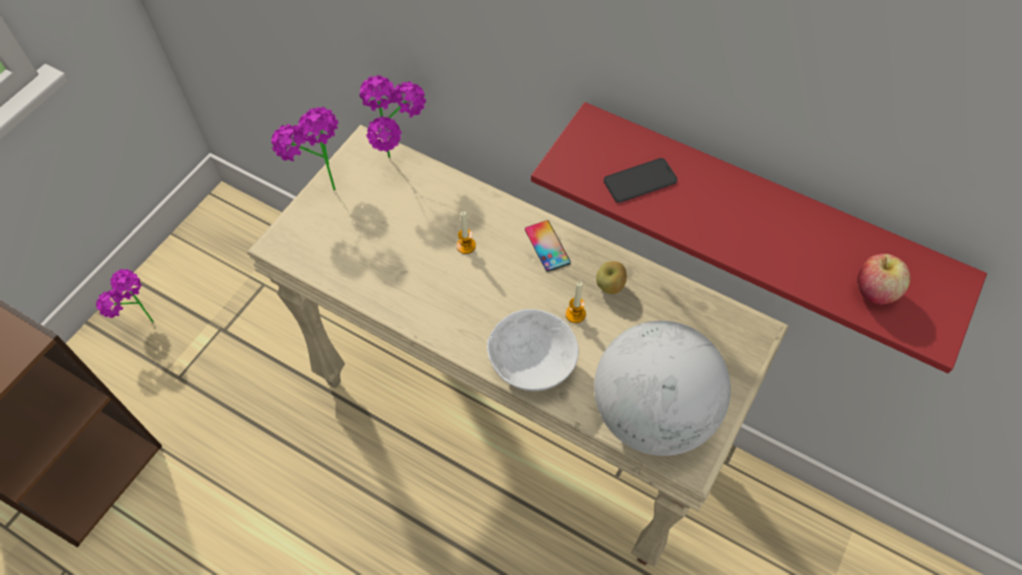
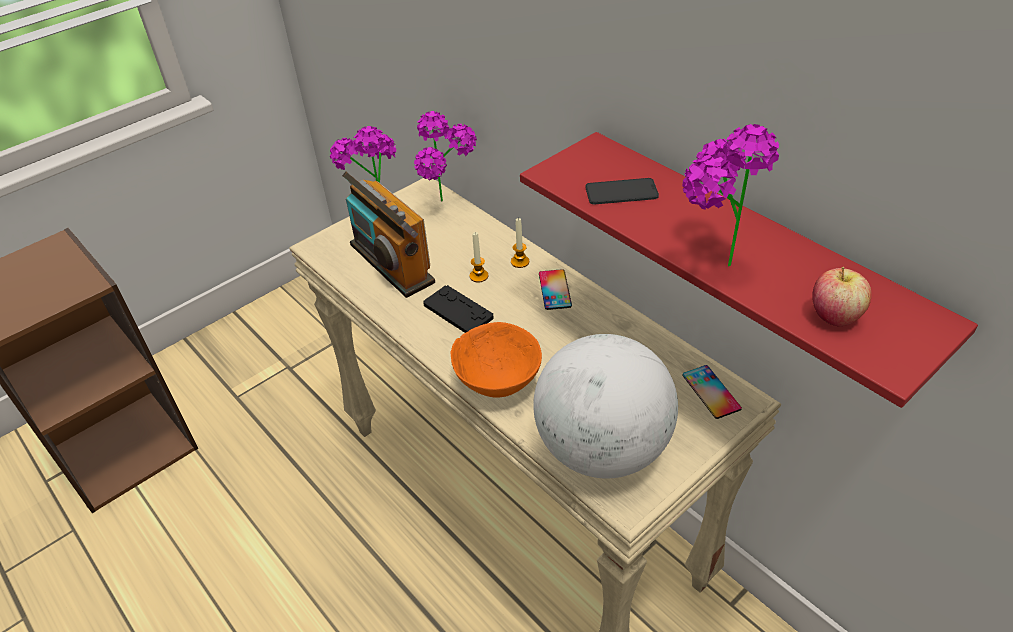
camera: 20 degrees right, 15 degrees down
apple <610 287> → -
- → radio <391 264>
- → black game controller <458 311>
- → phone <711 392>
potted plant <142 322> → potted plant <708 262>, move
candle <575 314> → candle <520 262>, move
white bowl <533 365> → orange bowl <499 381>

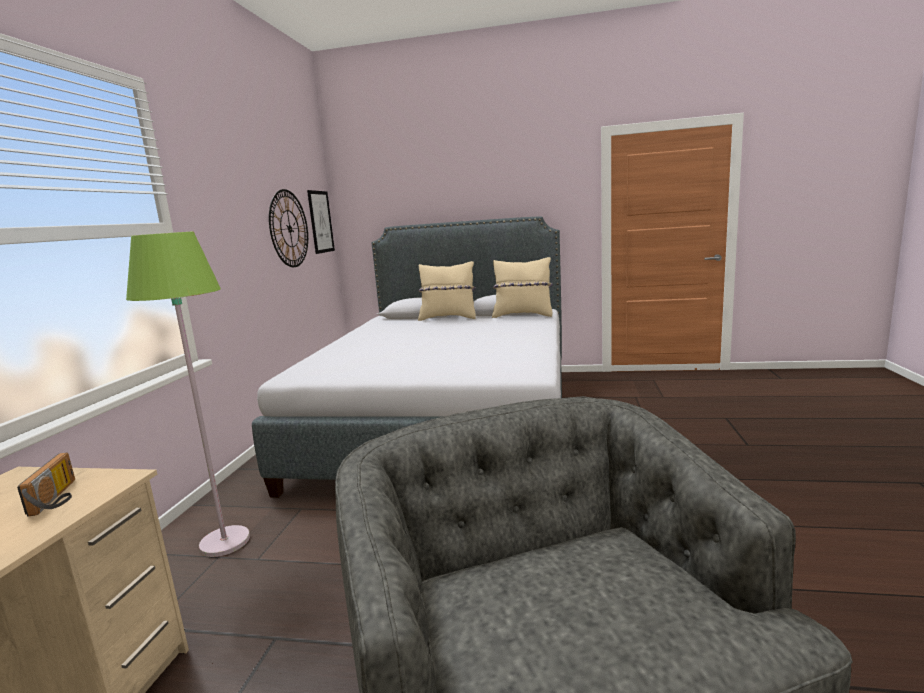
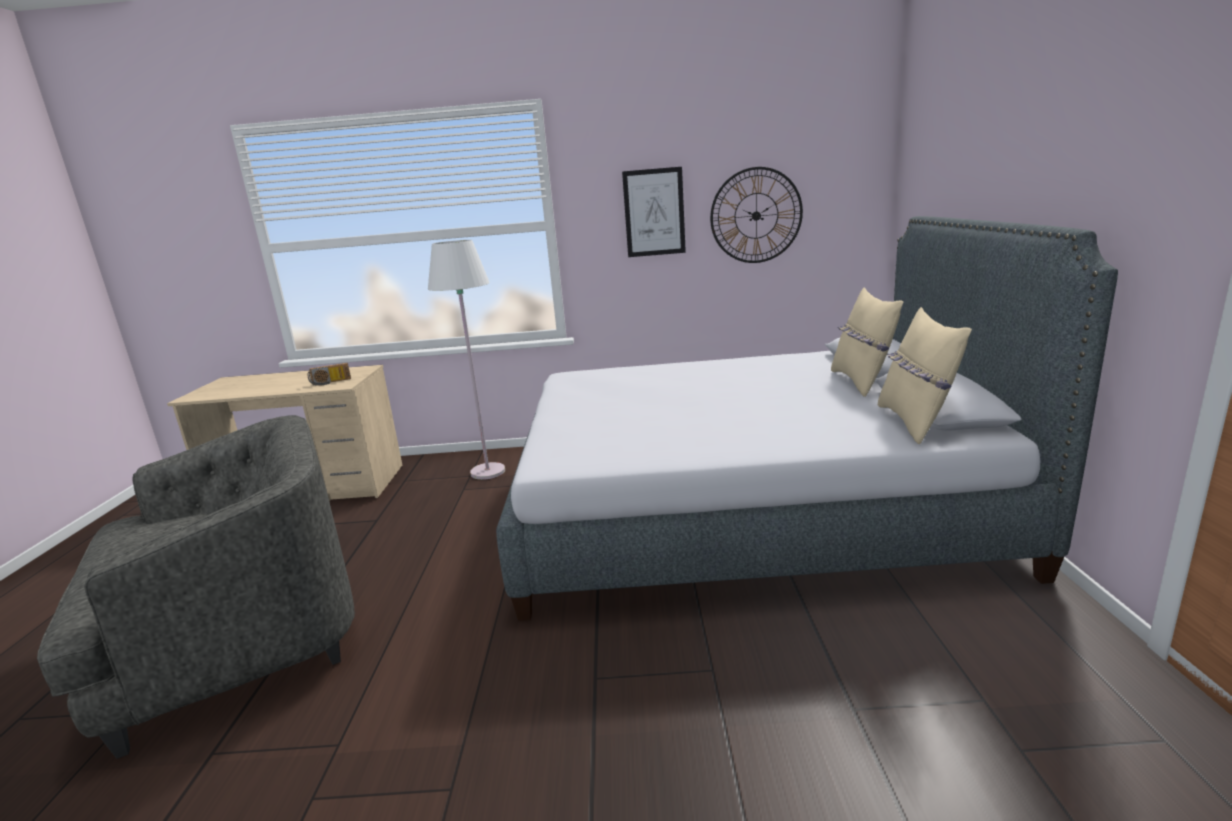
camera: 80 degrees right, 5 degrees up
picture <321 222> → picture <654 212>, move
green floor lamp <225 542> → white floor lamp <488 472>

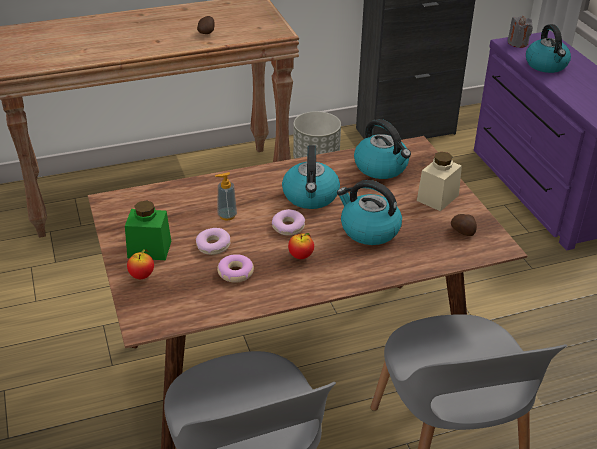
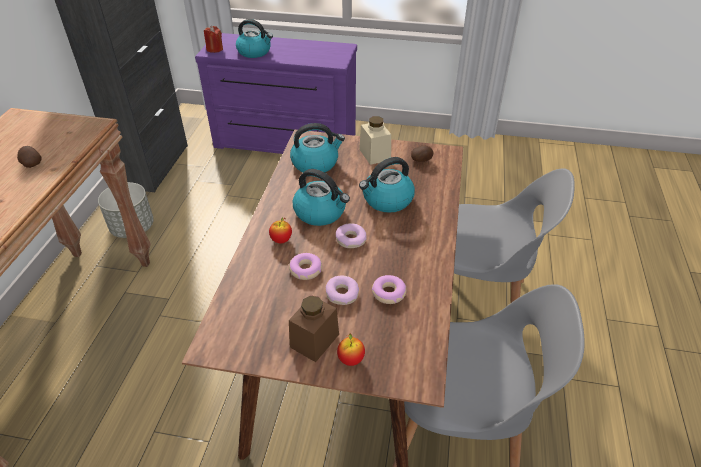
camera: 60 degrees left, 5 degrees up
apple <301 256> → apple <281 240>, move
soap dispenser <227 215> → donut <305 270>
green jar <149 249> → brown jar <314 340>
grey candle <517 43> → red candle <214 49>

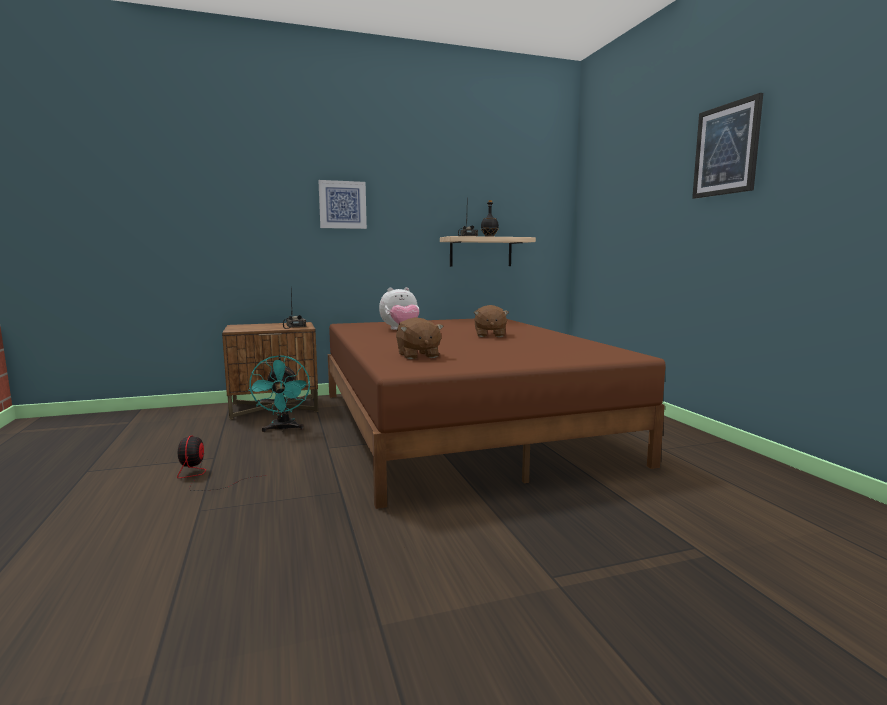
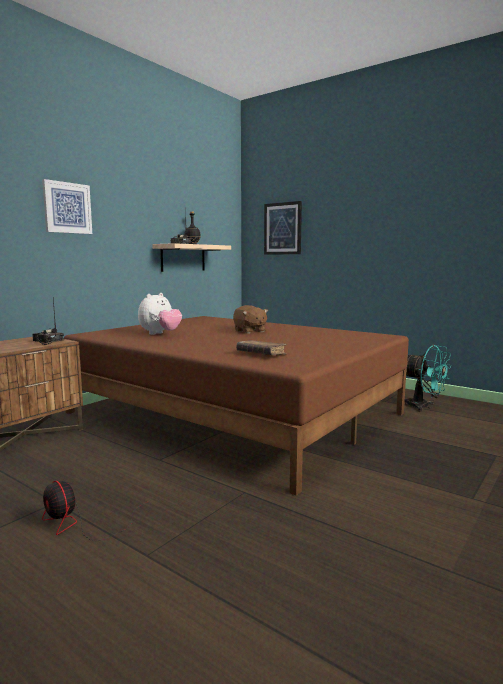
camera: 35 degrees left, 0 degrees up
turquoise fan <283 429> → turquoise fan <423 407>, move
picture <726 149> → picture <282 228>, move
brown plush toy <417 356> → brown book <261 354>

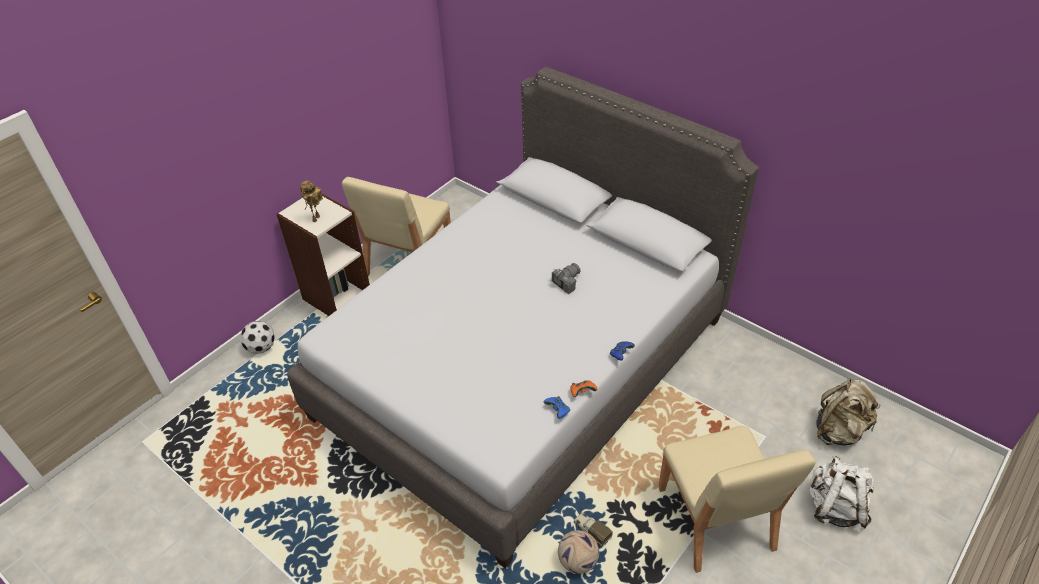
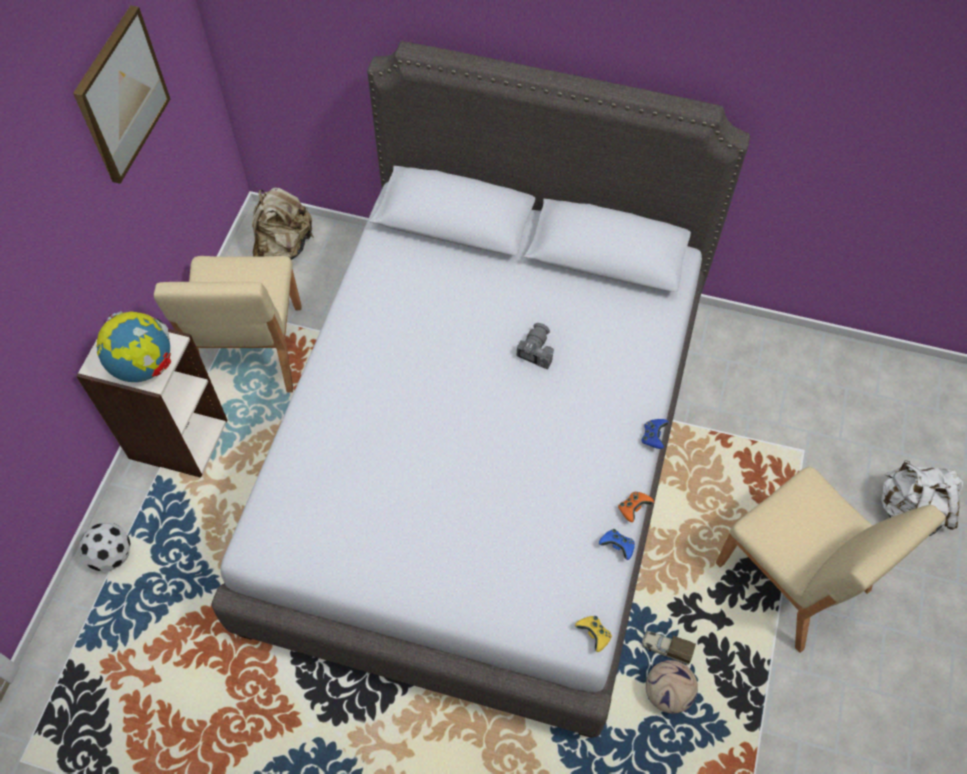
camera: 25 degrees left, 15 degrees up
- → picture <121 95>
- → yellow game controller <594 635>
beige backpack <839 430> → beige backpack <284 247>, move
toy robot <317 219> → globe <144 366>

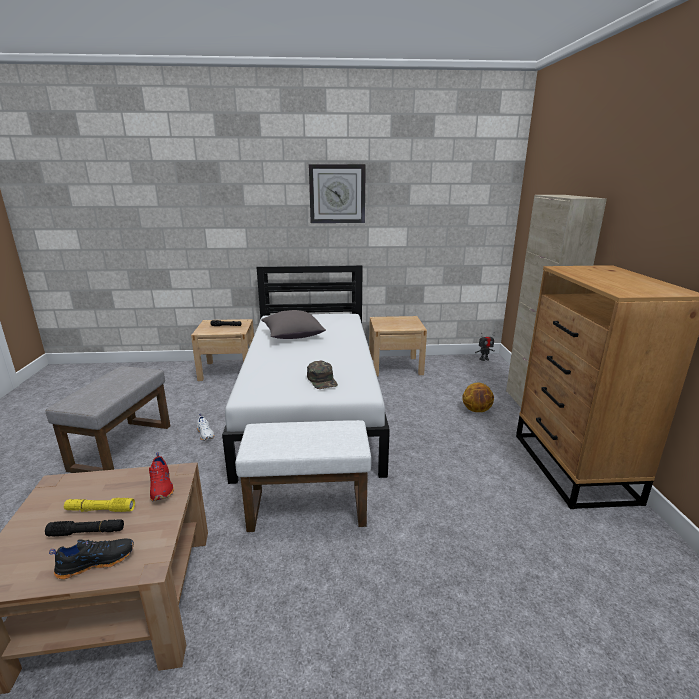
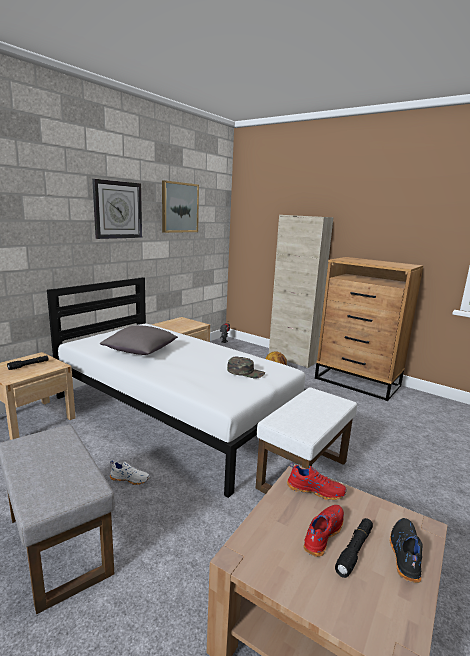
camera: 50 degrees left, 5 degrees down
- → picture <179 207>
yellow flashlight <100 510> → red shoe <322 534>

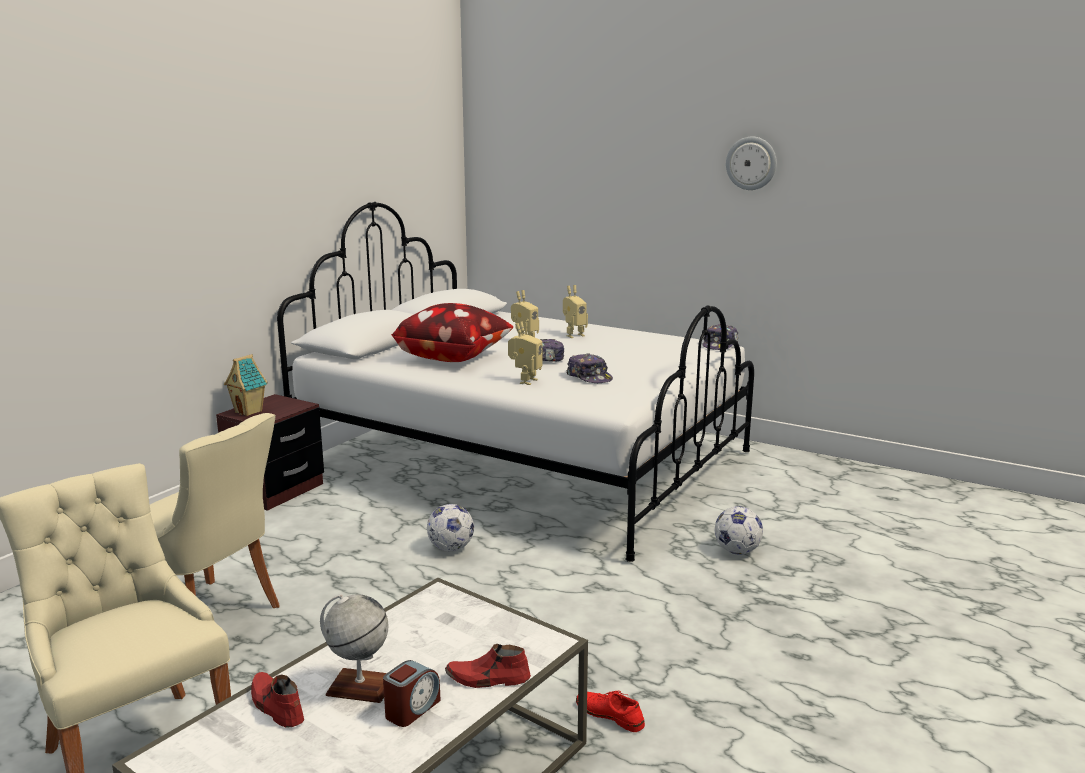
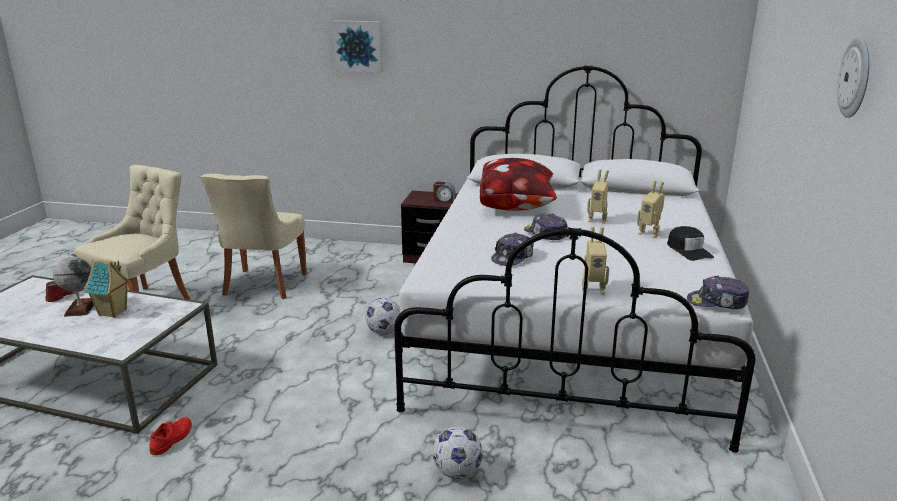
camera: 70 degrees right, 5 degrees up
red shoe <487 679> → -
- → picture <358 46>
- → black cap <688 250>
toy house <249 411> → toy house <113 312>, move
alarm clock <412 709> → alarm clock <444 200>, move
toy robot <525 381> → toy robot <592 289>, move

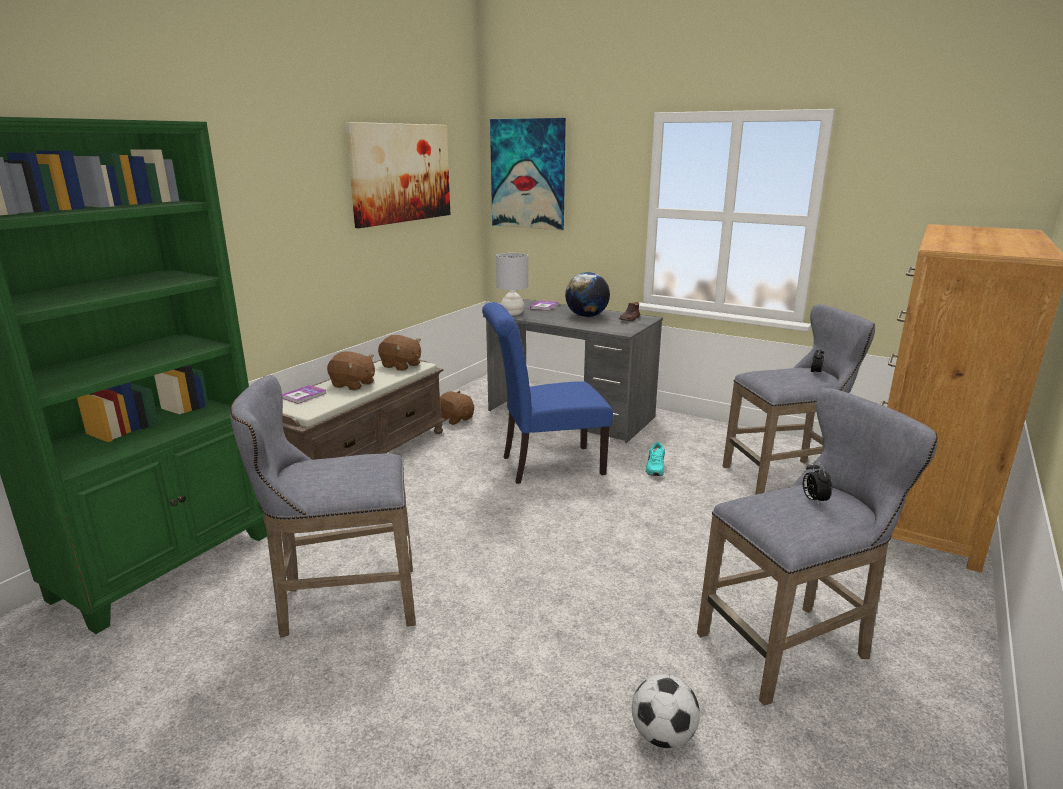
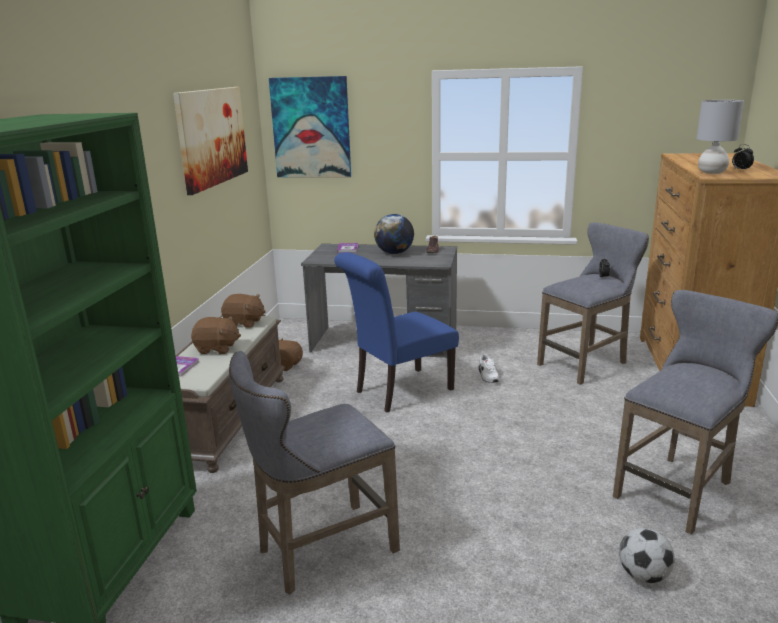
camera: 20 degrees left, 0 degrees up
grey table lamp <512 314> → grey table lamp <712 172>, move
alarm clock <813 500> → alarm clock <740 170>, move
turquoise shoe <654 468> → white shoe <487 376>

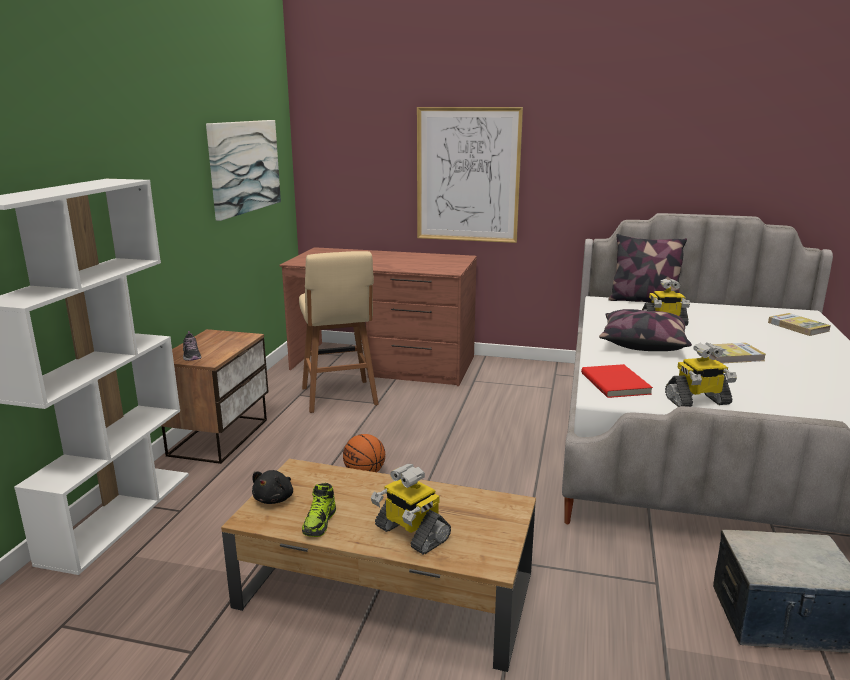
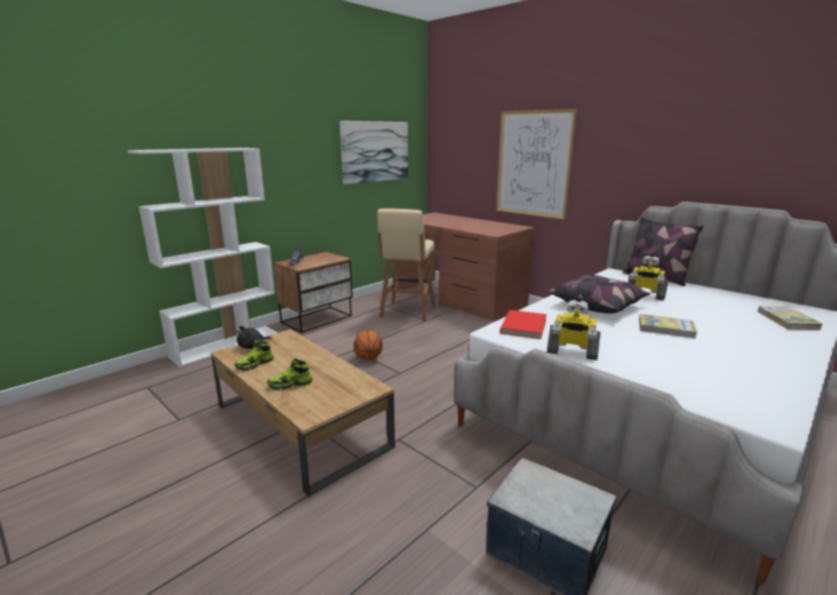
camera: 30 degrees right, 0 degrees up
toy robot <411 533> → shoe <290 385>

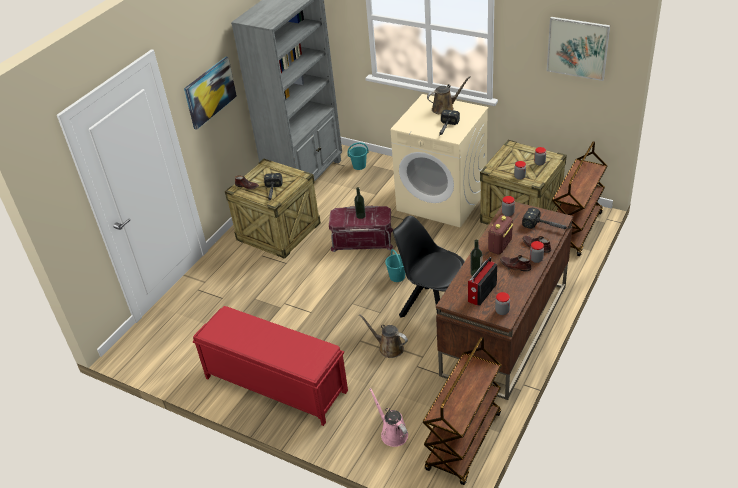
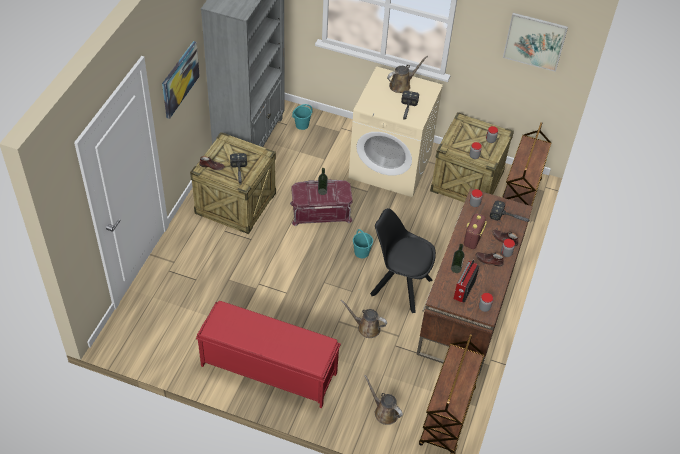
camera: 15 degrees left, 10 degrees up
pink watering can <392 433> → brown watering can <384 412>

